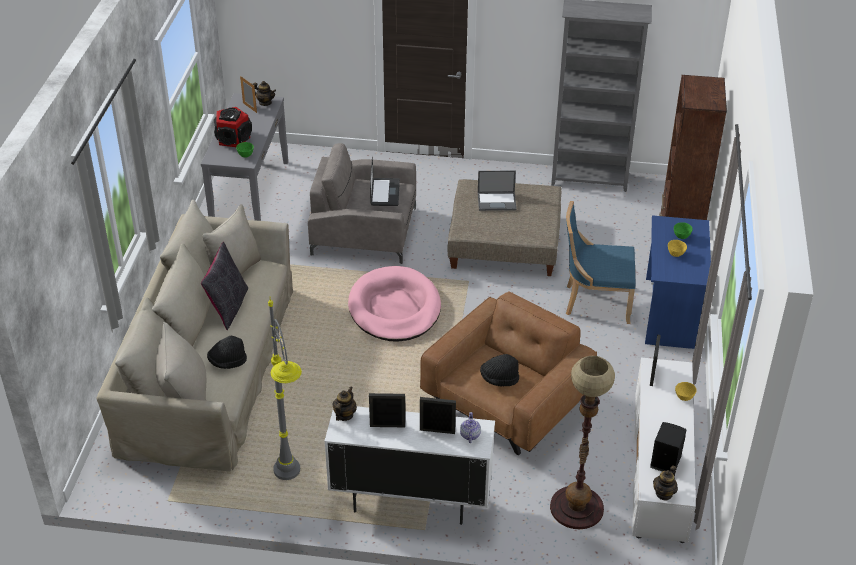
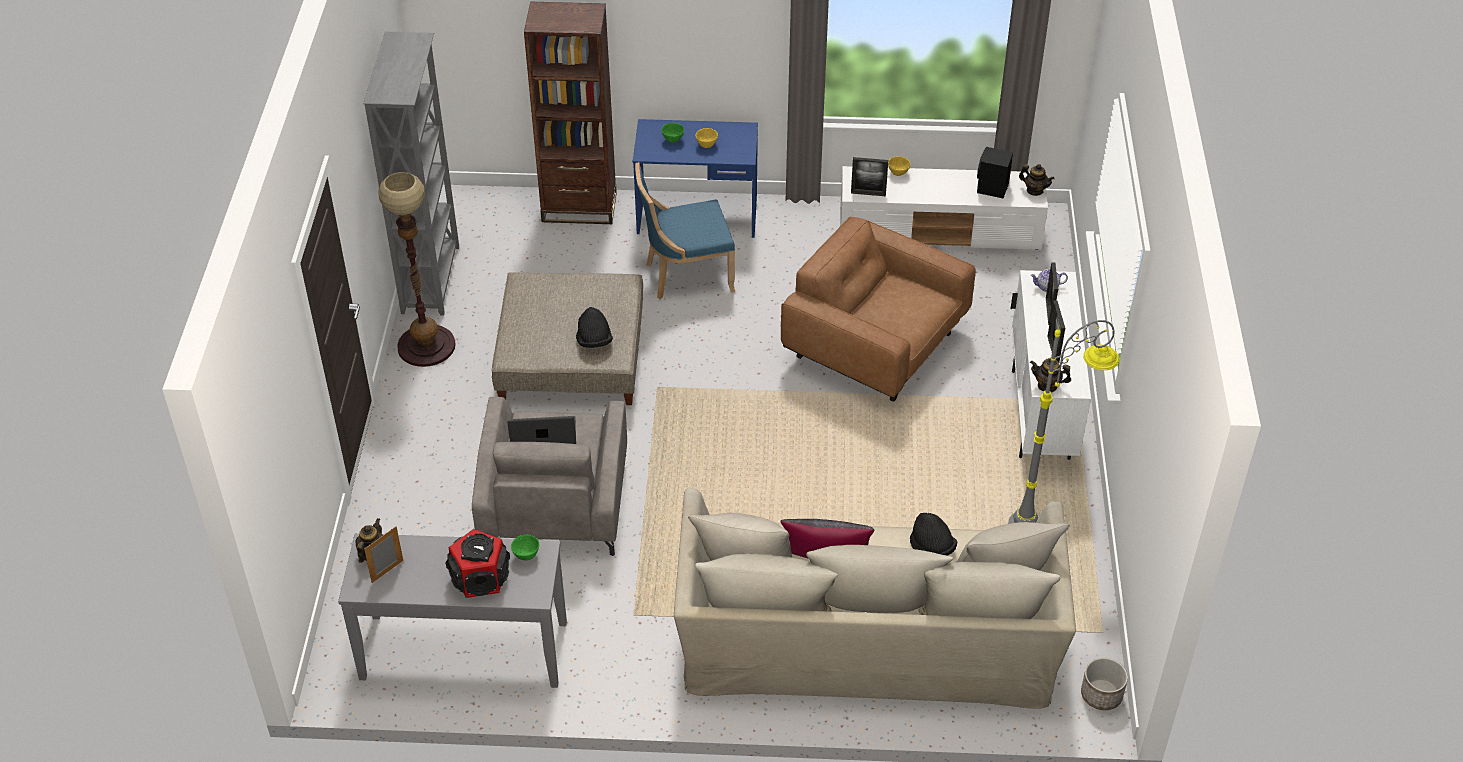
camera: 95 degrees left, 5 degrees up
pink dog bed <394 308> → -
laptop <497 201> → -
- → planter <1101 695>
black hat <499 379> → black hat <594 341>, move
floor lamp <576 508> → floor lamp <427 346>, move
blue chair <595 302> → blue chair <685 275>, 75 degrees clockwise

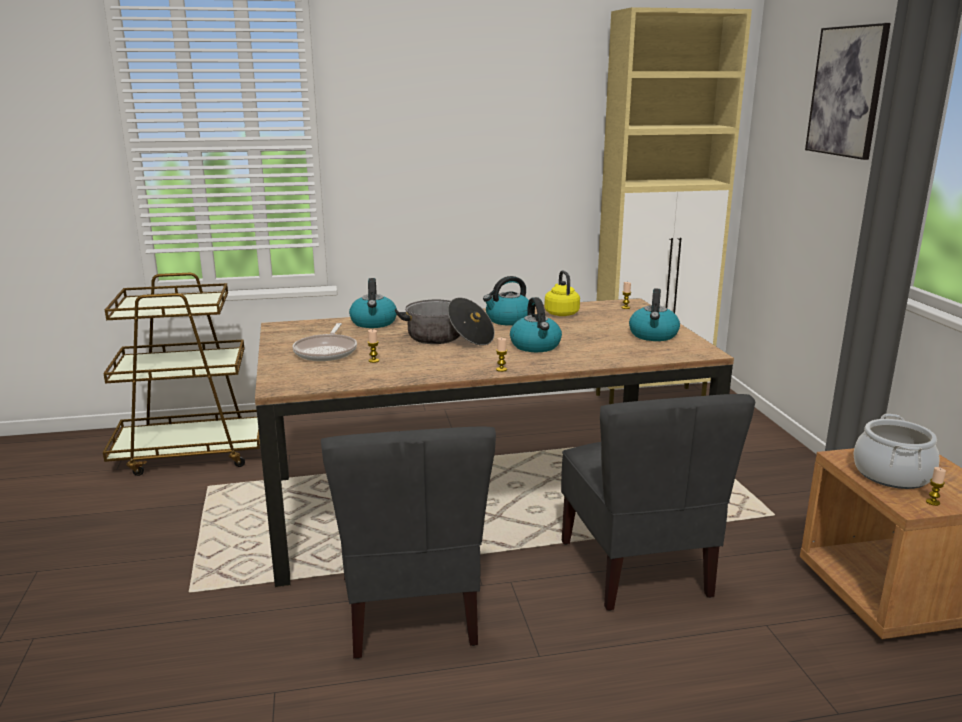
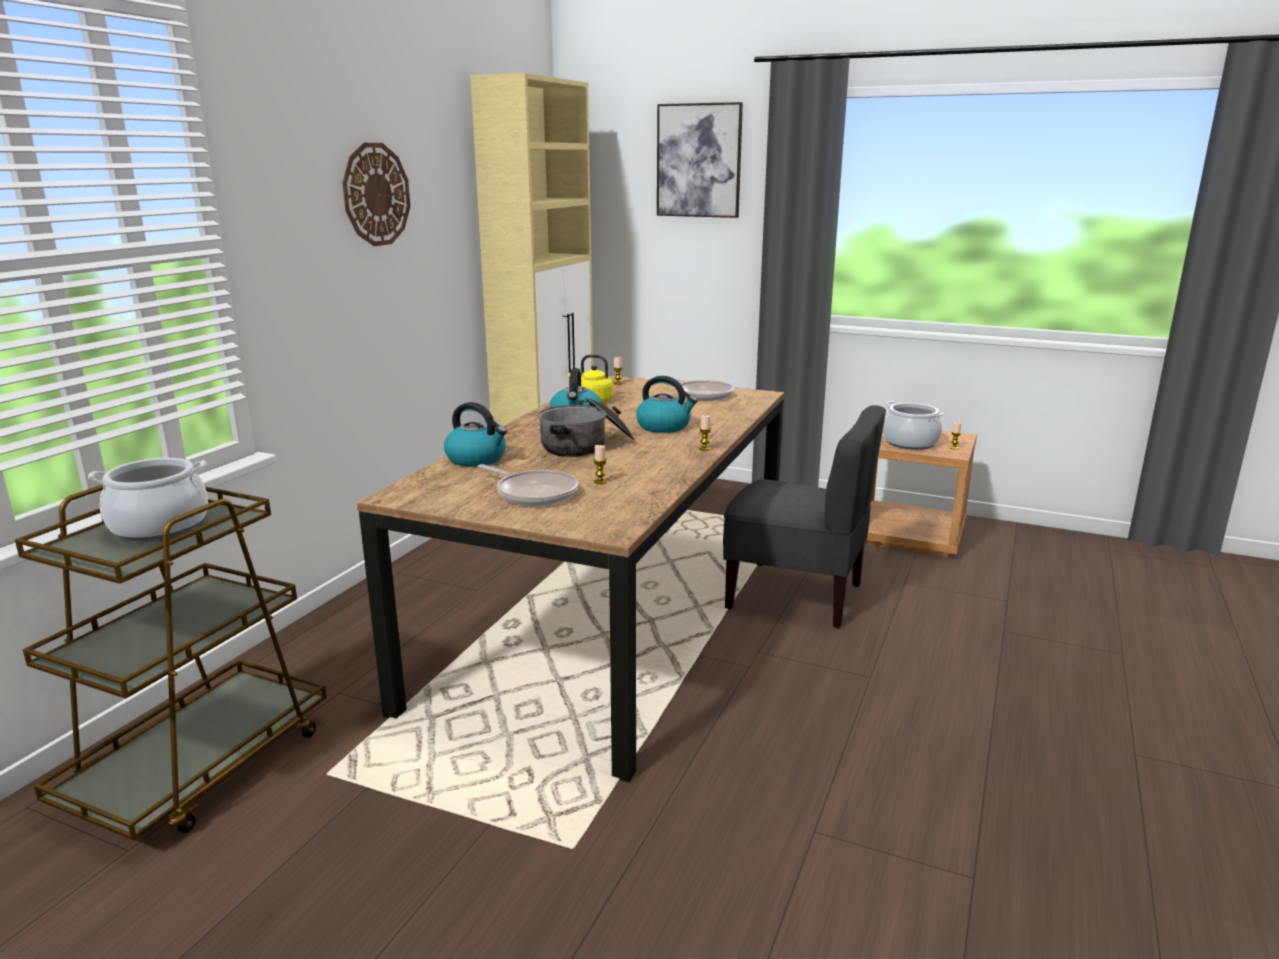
camera: 55 degrees left, 0 degrees up
grey chair <411 610> → -
- → cooking pot <159 526>
- → wall clock <376 194>
kettle <653 335> → frying pan <701 394>

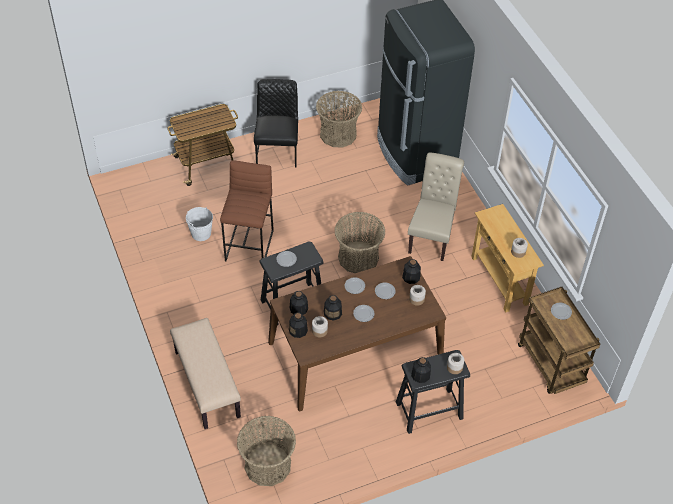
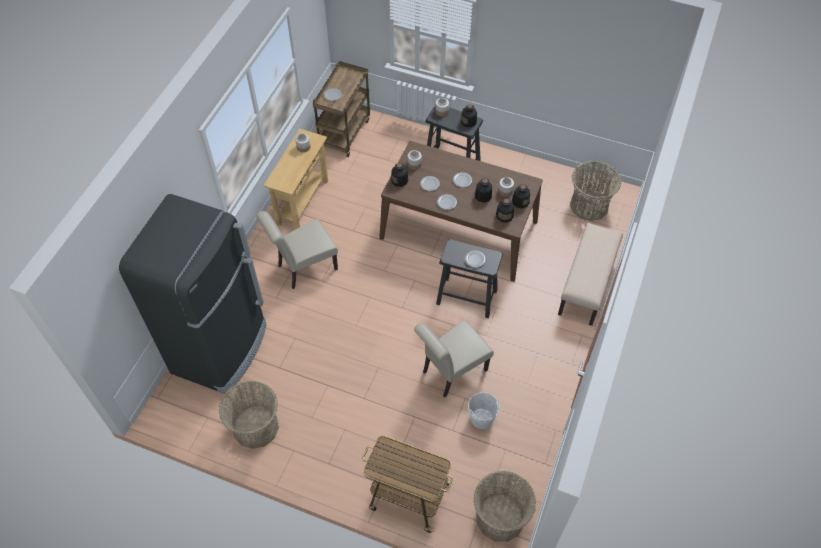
camera: 135 degrees left, 5 degrees up
black chair <278 150> → -
basket <358 257> → basket <500 517>, move
brown stool <250 245> → beige chair <451 372>

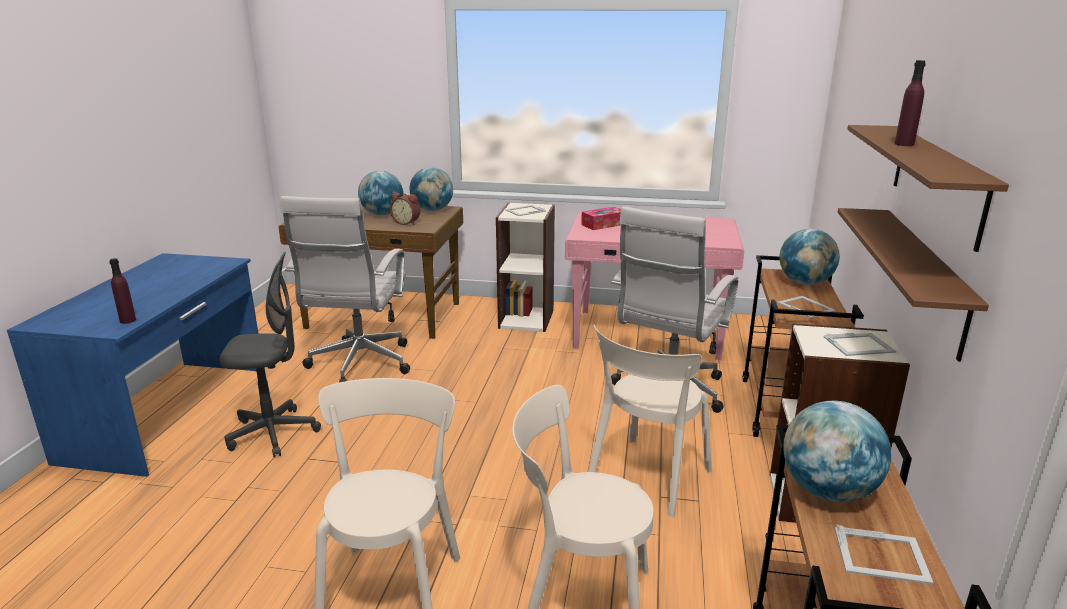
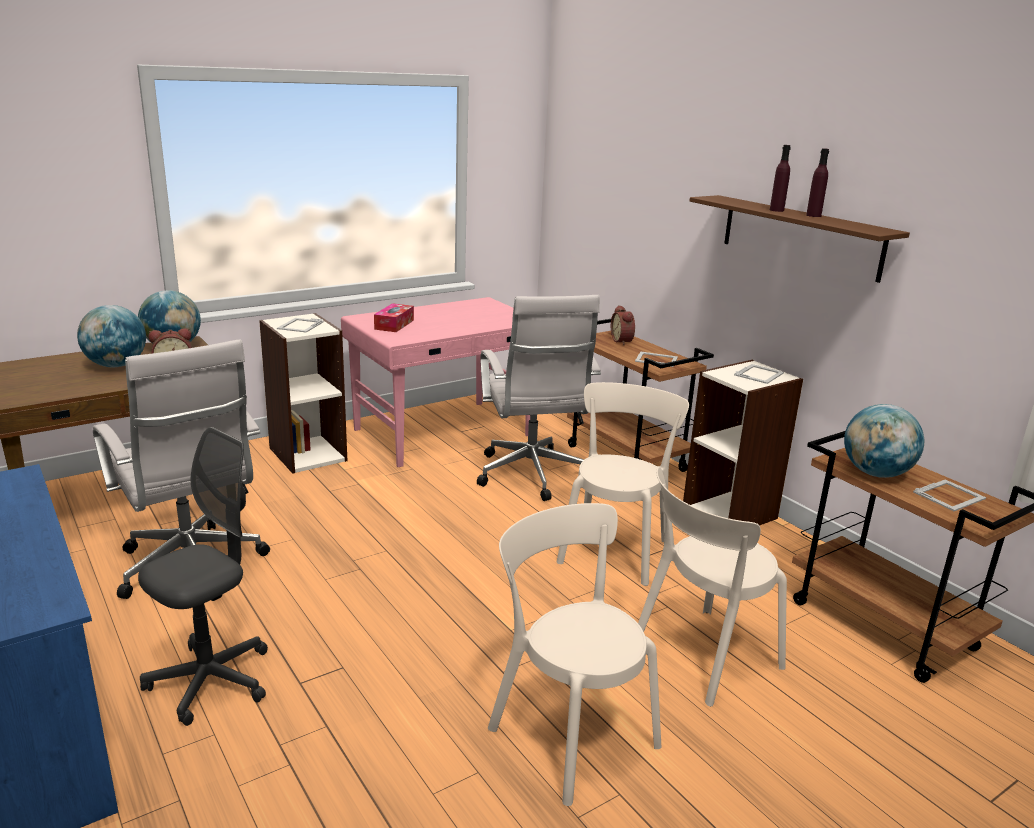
camera: 45 degrees left, 0 degrees up
brown shelf <923 278> → -
purple bottle <128 320> → purple bottle <813 215>, move
globe <805 283> → alarm clock <623 341>
beige chair <646 478> → beige chair <615 549>, 150 degrees counterclockwise

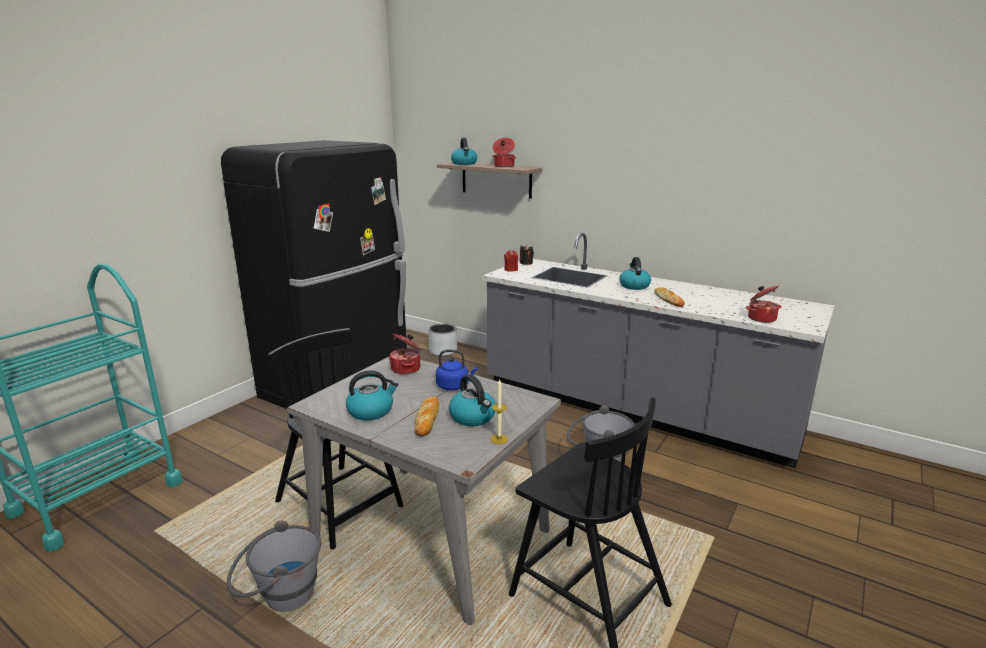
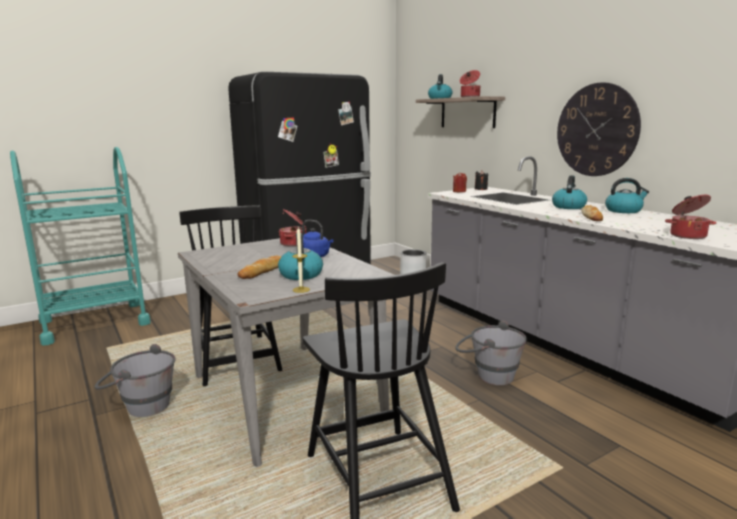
camera: 25 degrees right, 5 degrees down
- → wall clock <596 130>
kettle <371 411> → kettle <624 210>, move

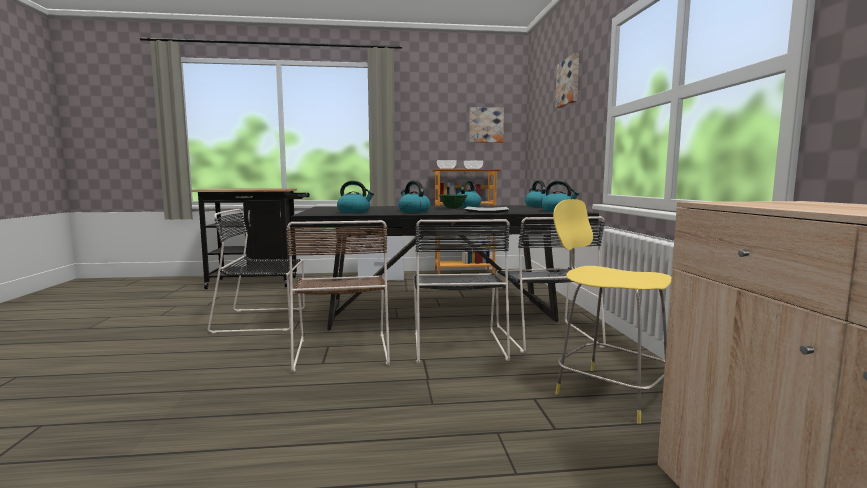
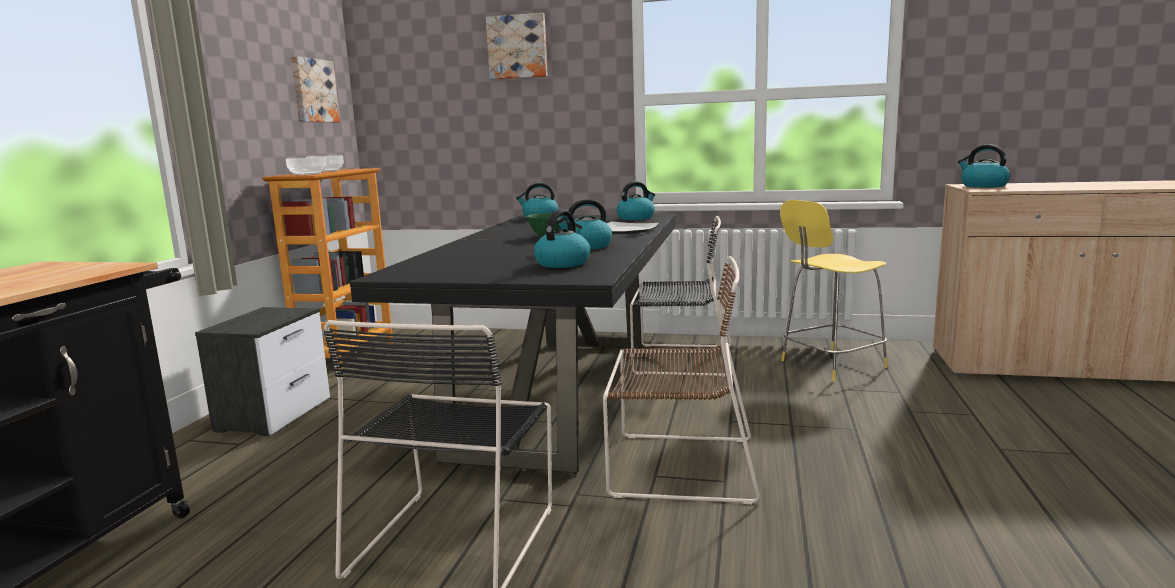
camera: 70 degrees left, 5 degrees up
black chair <458 344> → -
kettle <467 206> → kettle <983 186>, move

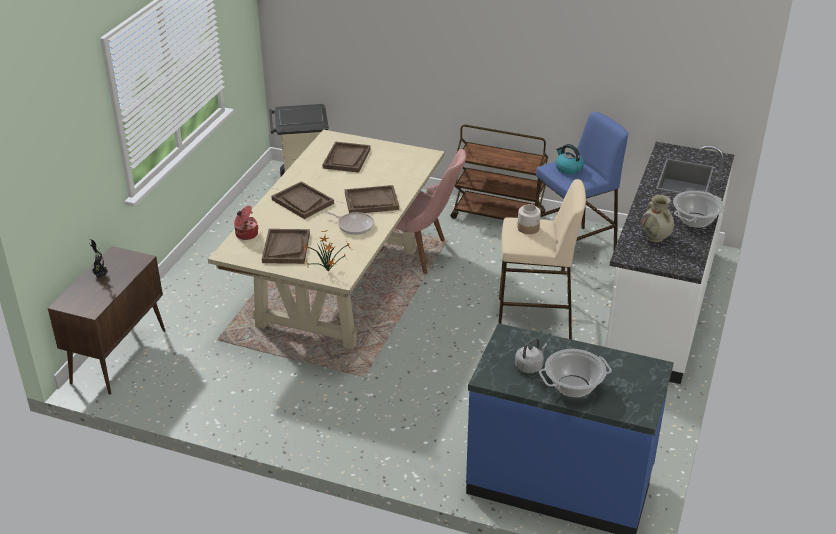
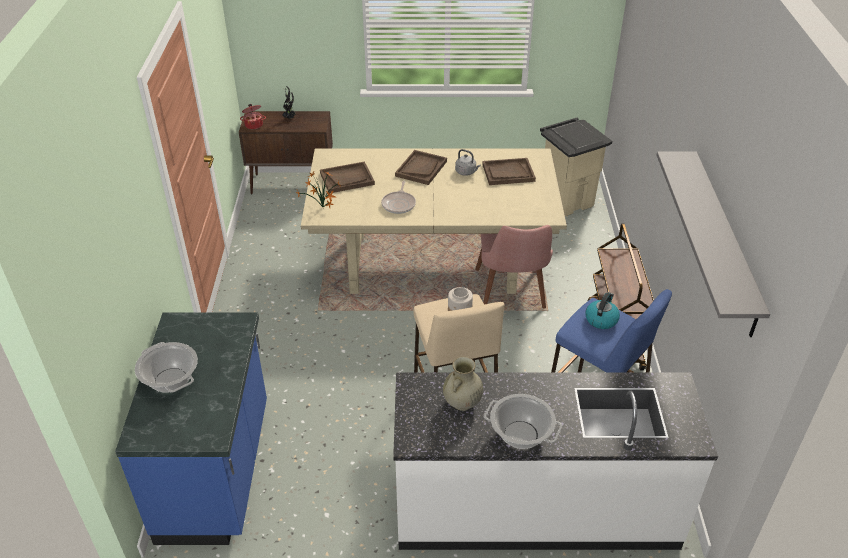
camera: 70 degrees right, 5 degrees up
brown tray <371 201> → -
- → grey shelf <724 241>
cooking pot <246 234> → cooking pot <254 125>, move
grey kettle <530 366> → grey kettle <466 172>, move

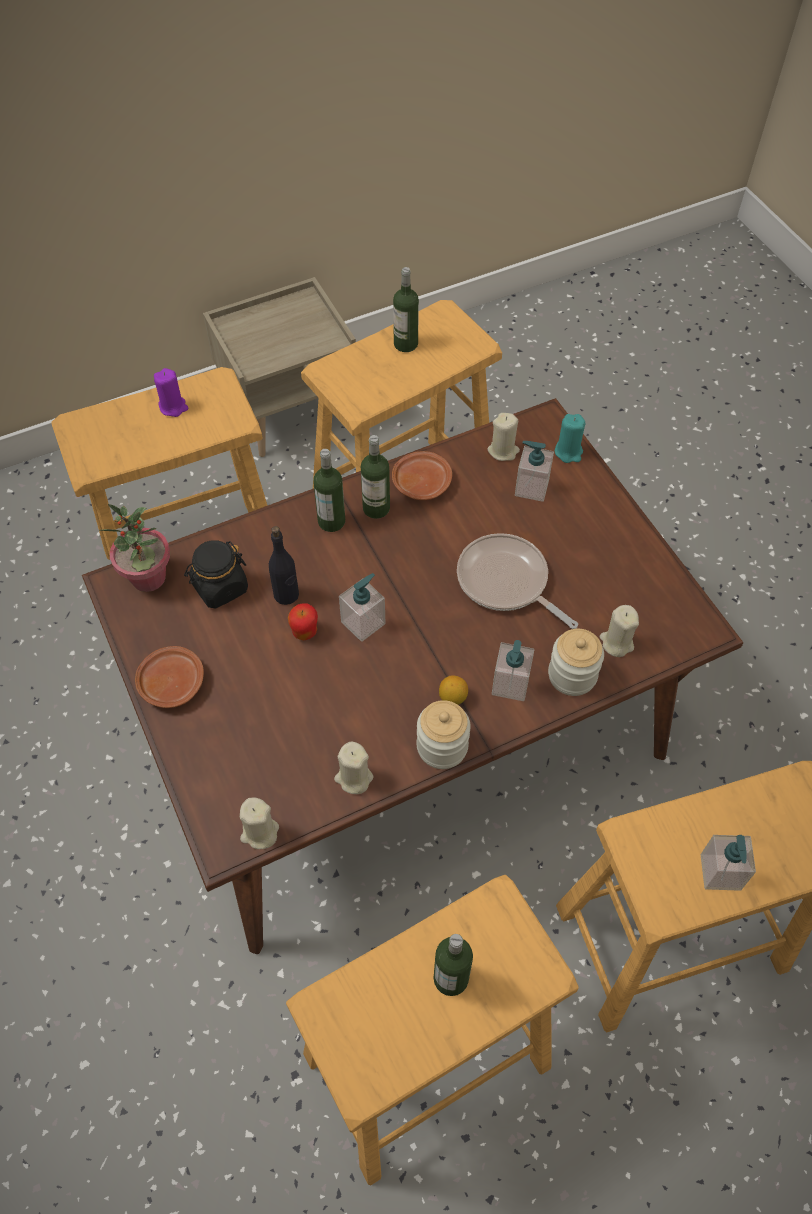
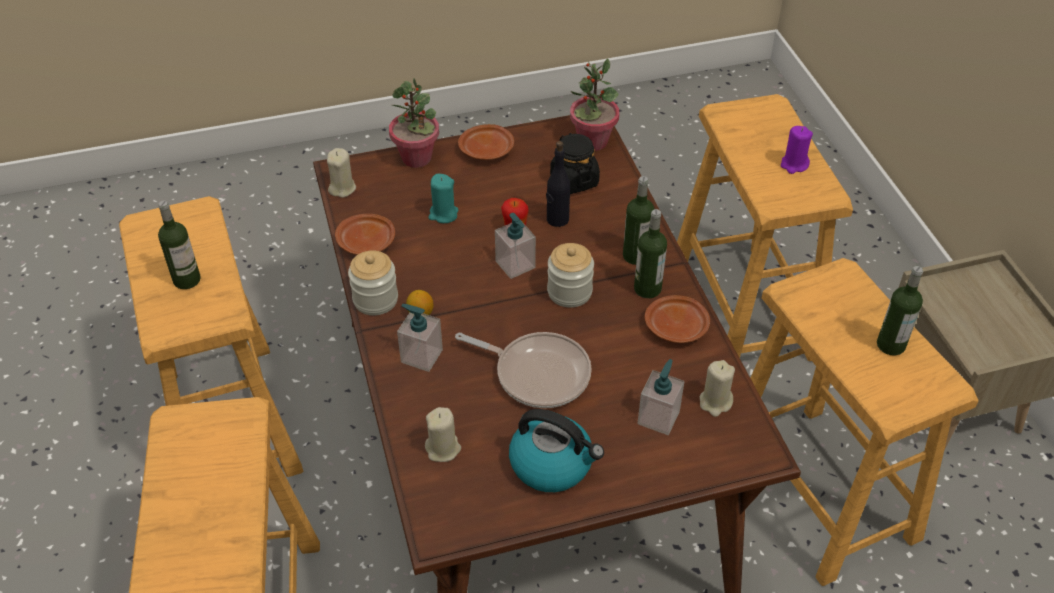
camera: 100 degrees right, 10 degrees down
soap dispenser <720 872> → -
- → potted plant <417 158>
- → kettle <552 464>
jar <572 675> → jar <569 292>, move
turquoise candle <568 452> → turquoise candle <443 214>, move
beige candle <353 778> → brown plate <367 242>
frying pan <506 582> → frying pan <537 373>, 60 degrees clockwise

